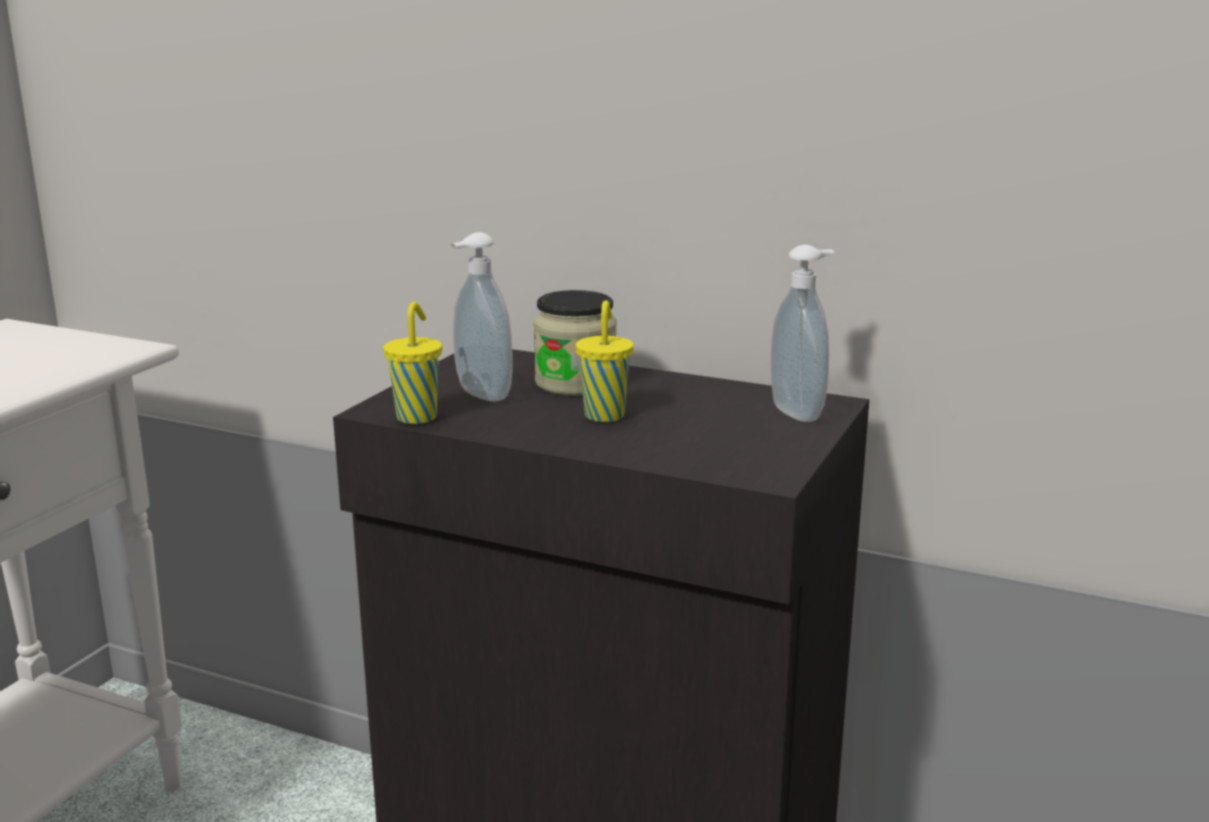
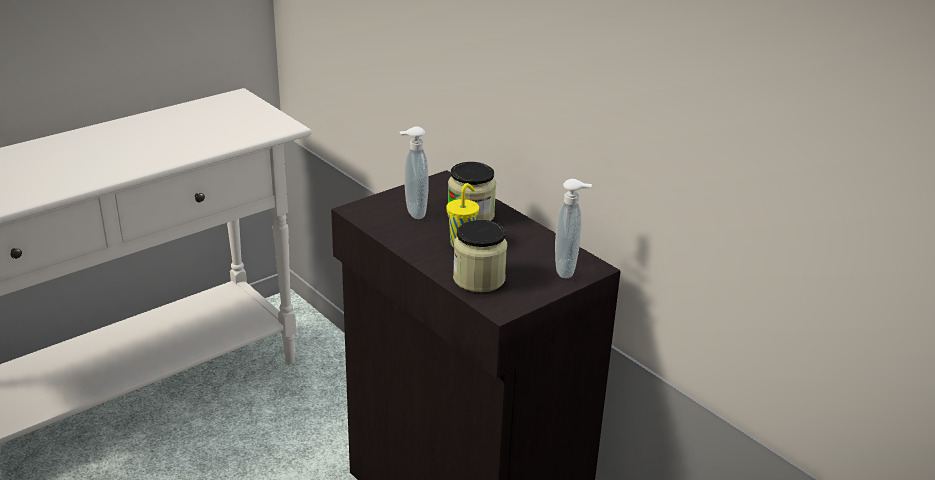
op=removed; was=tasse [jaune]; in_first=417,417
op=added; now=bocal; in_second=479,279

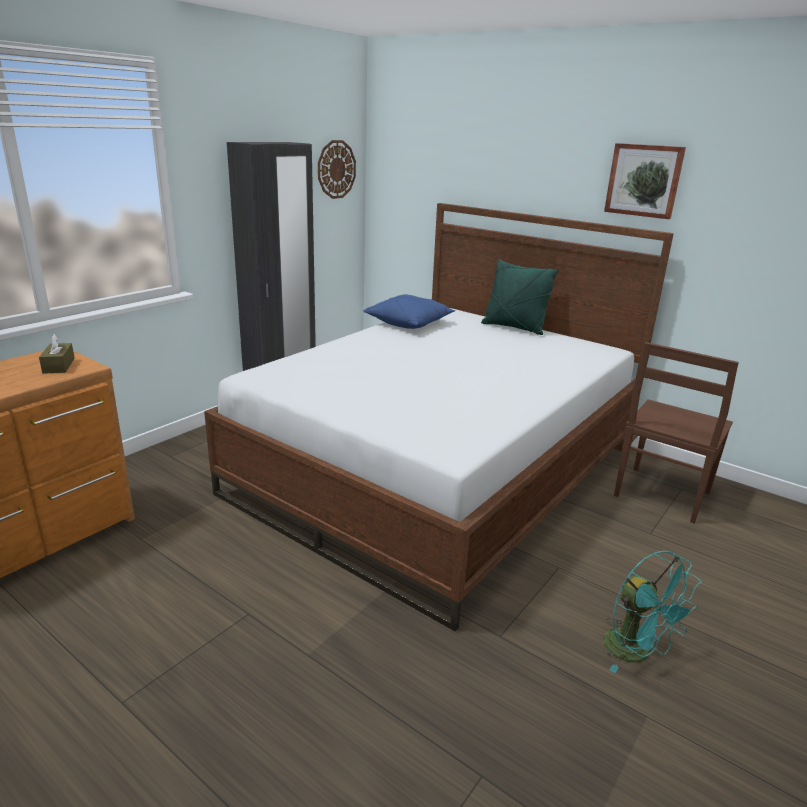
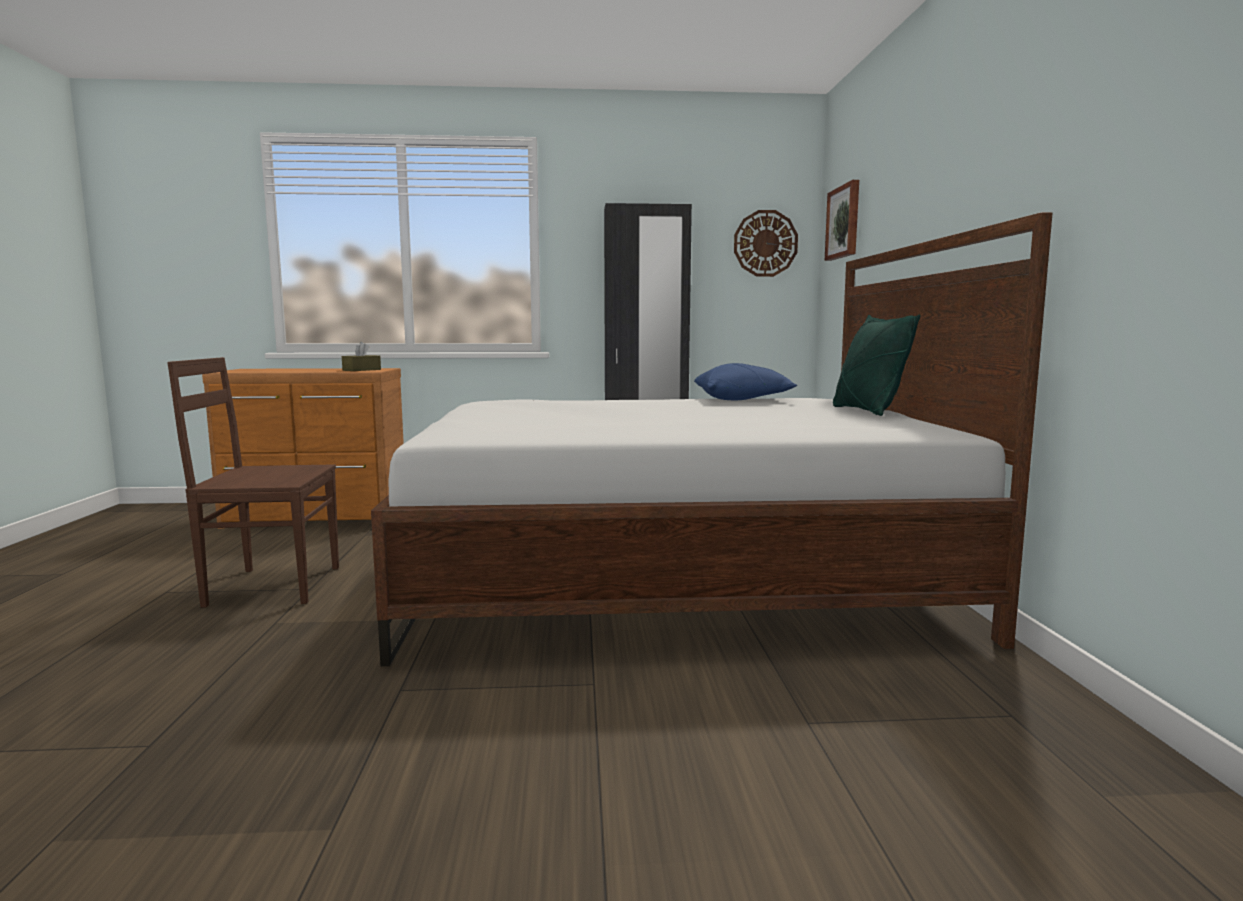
op=moved; was=tableau; in_first=644,180; in_second=844,222
op=moved; was=chaise [marron]; in_first=661,495; in_second=270,586
op=removed; was=ventilateur [turquoise]; in_first=636,652

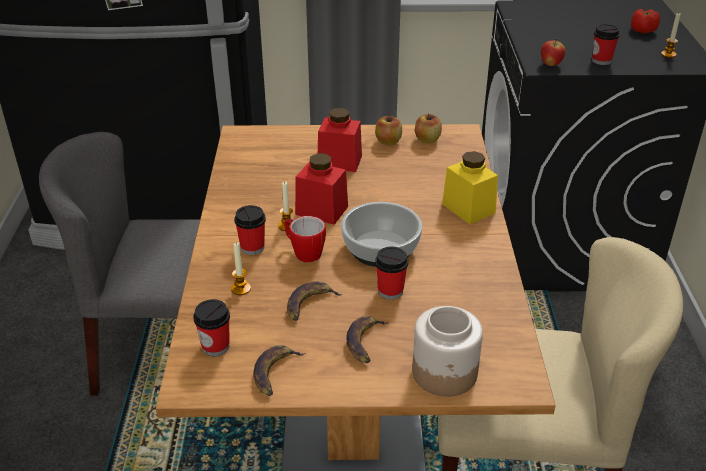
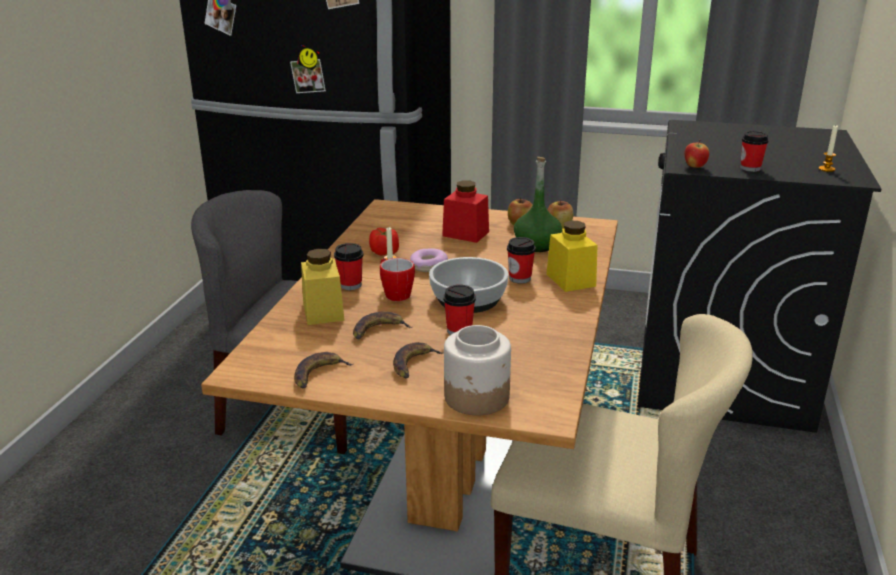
op=moved; was=tomate; in_first=643,31; in_second=385,252
op=replaced; was=bocal [rouge]; now=beignet; in_first=321,210; in_second=428,266
op=replaced; was=bougie; now=bocal [jaune]; in_first=241,289; in_second=323,312
op=moved; was=tasse; in_first=215,346; in_second=520,278
op=added; now=bouteille [vert]; in_second=537,245

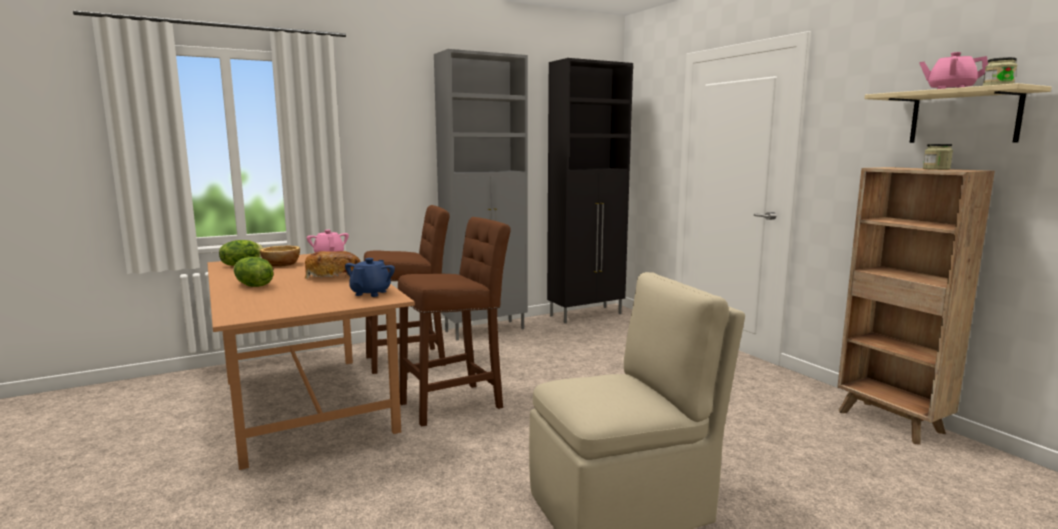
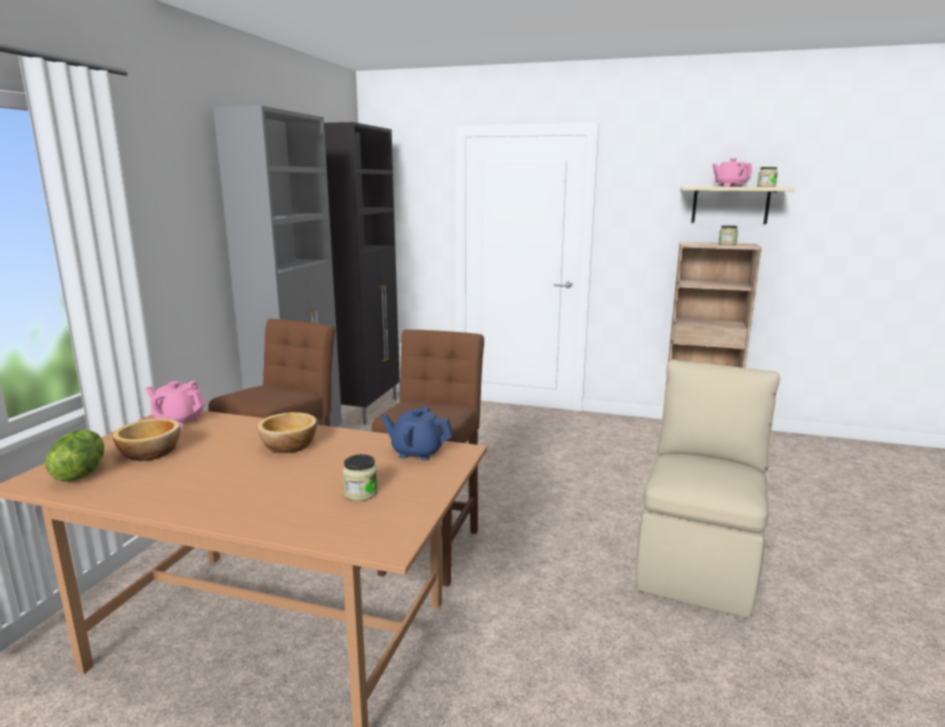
op=replaced; was=pain; now=bol; in_first=332,275; in_second=290,446
op=removed; was=laitue; in_first=253,286
op=turned; was=théière [bleu]; in_first=371,293; in_second=417,452; clockwise=-45
op=added; now=bocal; in_second=361,493

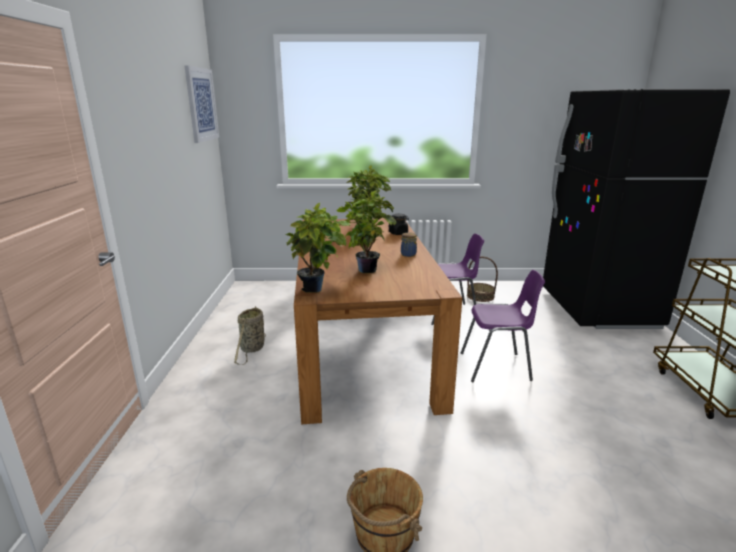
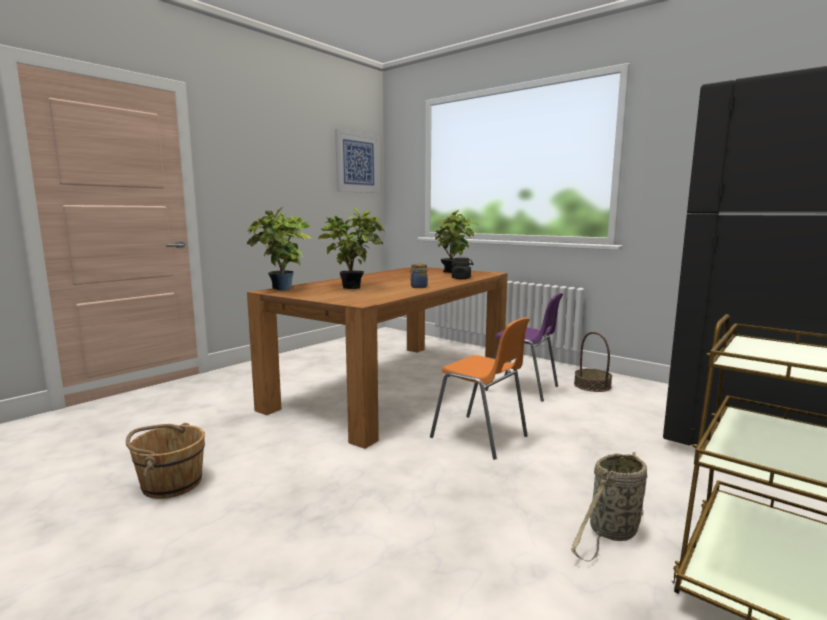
op=recoloured; was=chaise [violet]; now=chaise [orange]; in_first=497,367; in_second=481,437
op=moved; was=panier; in_first=252,349; in_second=612,533

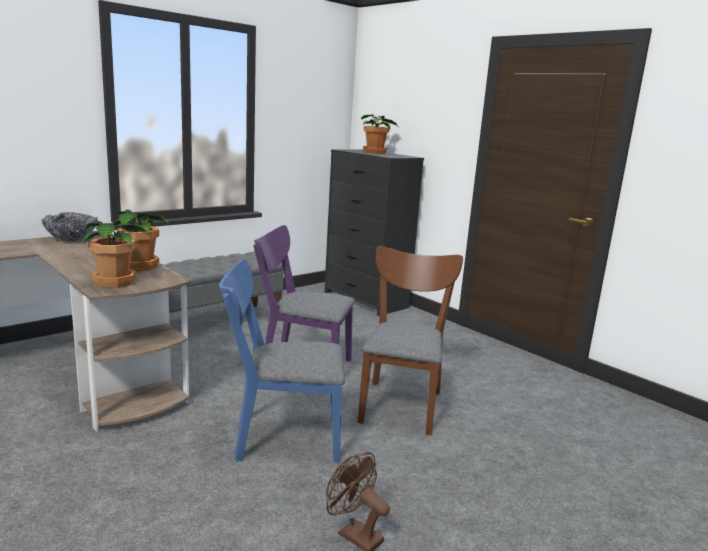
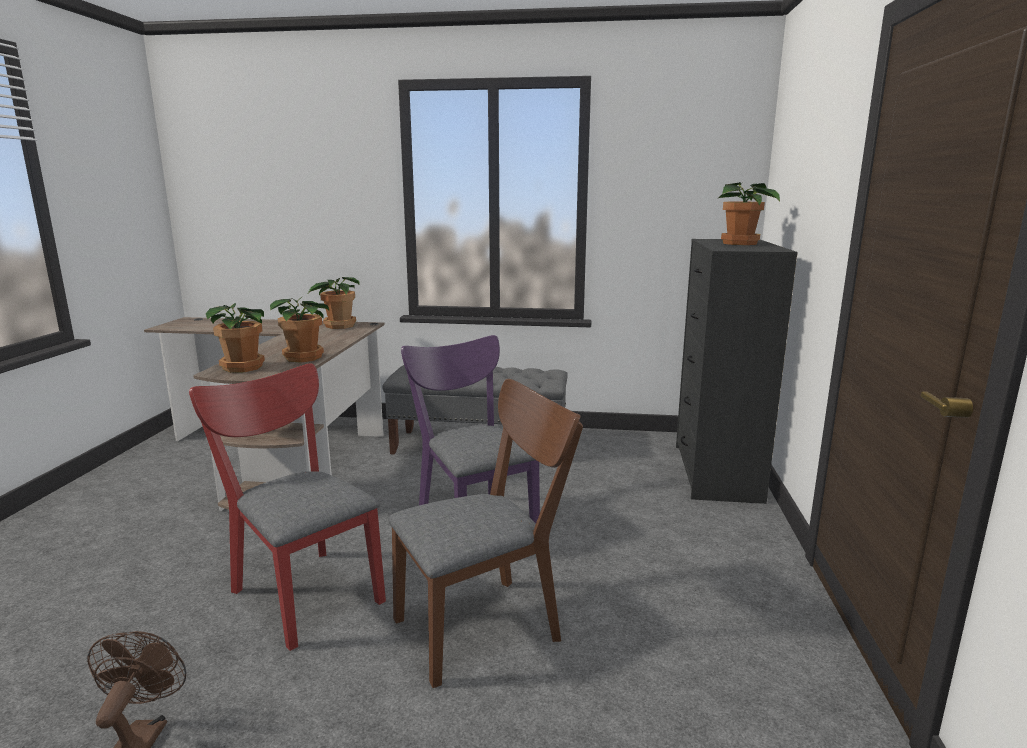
op=replaced; was=bol; now=plante en pot; in_first=71,239; in_second=339,326
op=recoloured; was=chaise [bleu]; now=chaise [rouge]; in_first=279,437; in_second=302,590

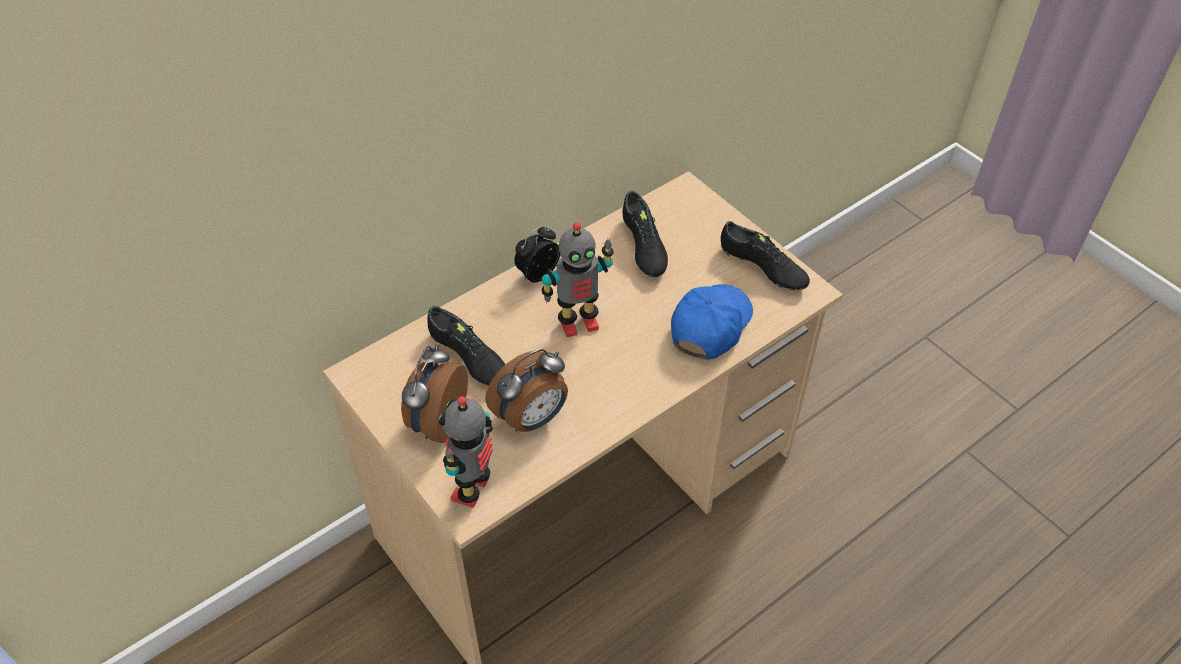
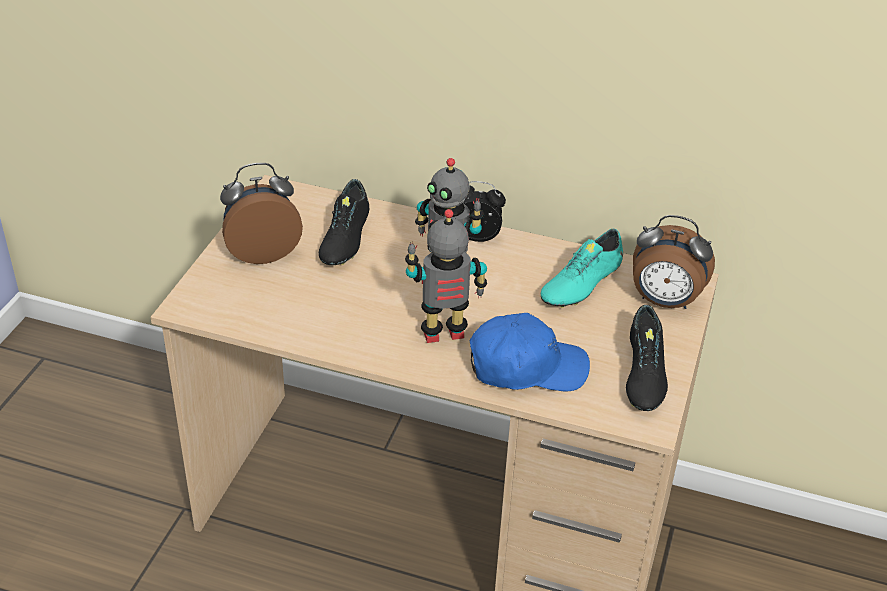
op=recoloured; was=chaussure [noir]; now=chaussure [turquoise]; in_first=643,247; in_second=581,285
op=moved; was=réveil; in_first=532,419; in_second=664,302
op=moved; was=robot jouet; in_first=474,490; in_second=443,335

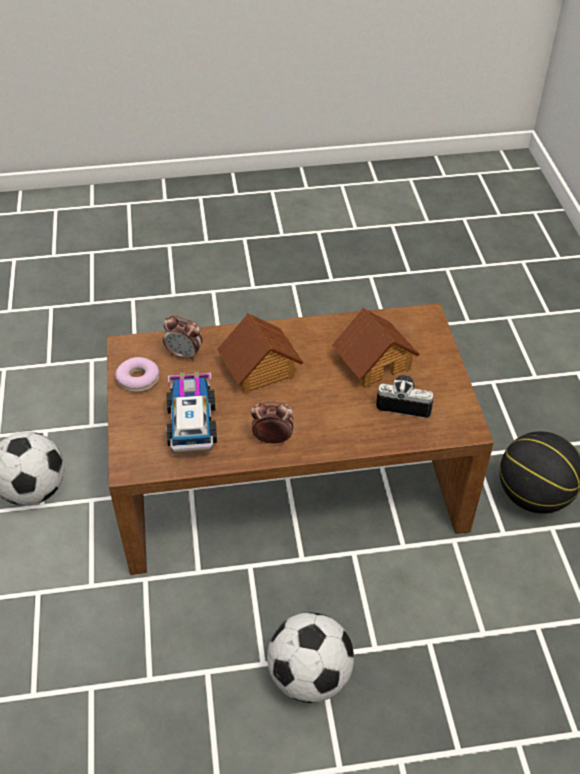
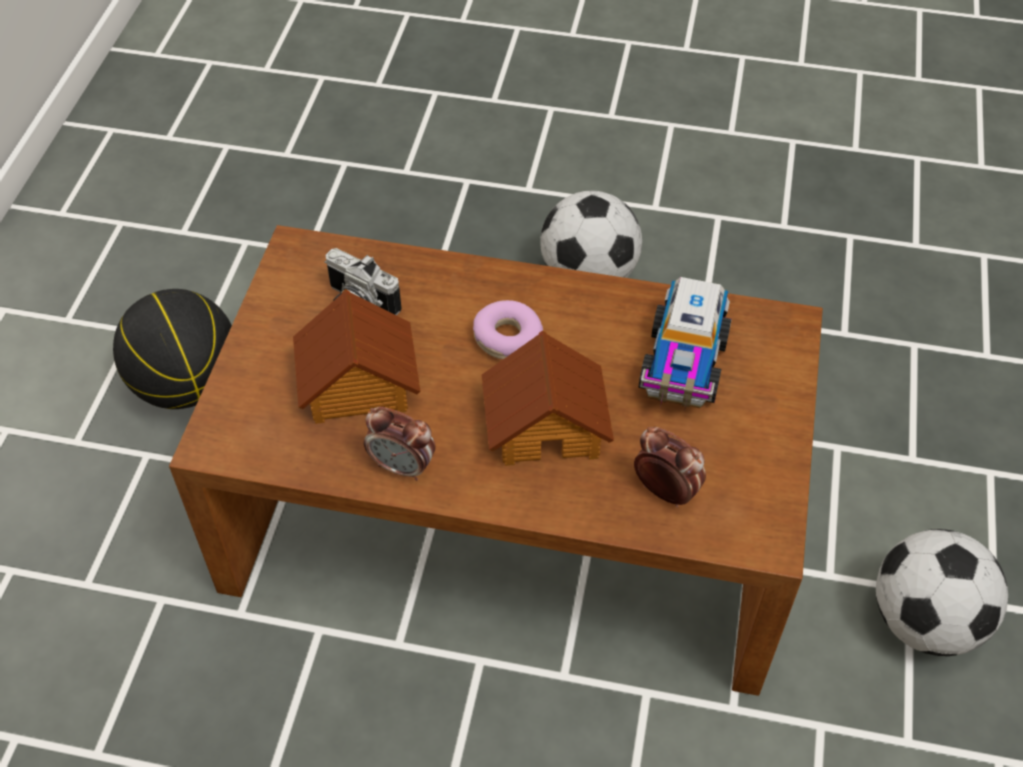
op=moved; was=beignet; in_first=138,379; in_second=507,338
op=moved; was=réveil; in_first=272,439; in_second=402,467

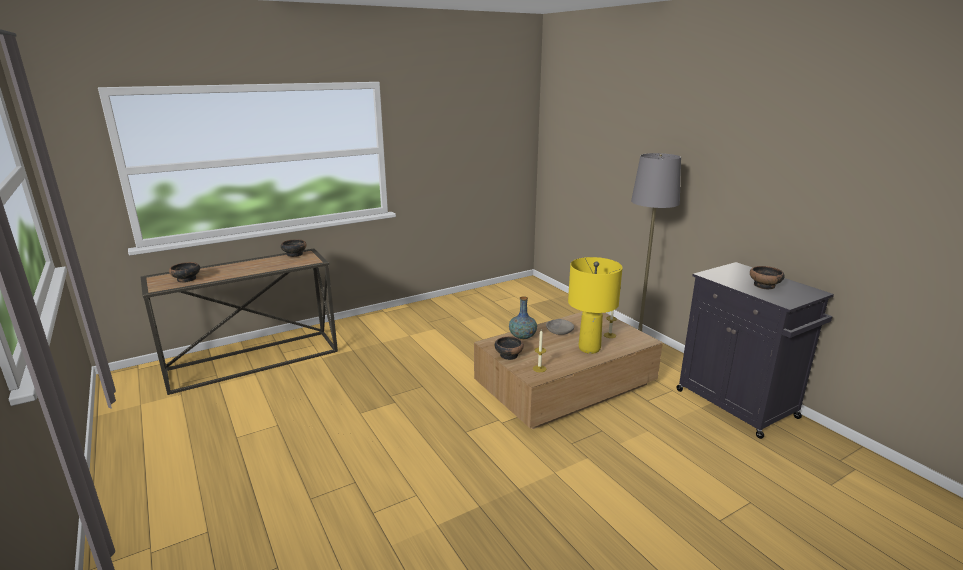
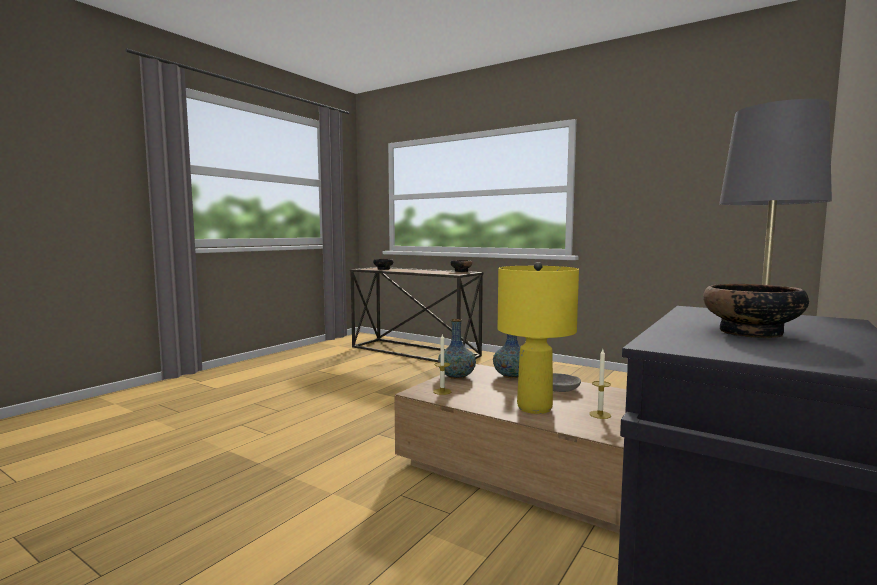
op=replaced; was=bol; now=vase; in_first=508,355; in_second=457,376

